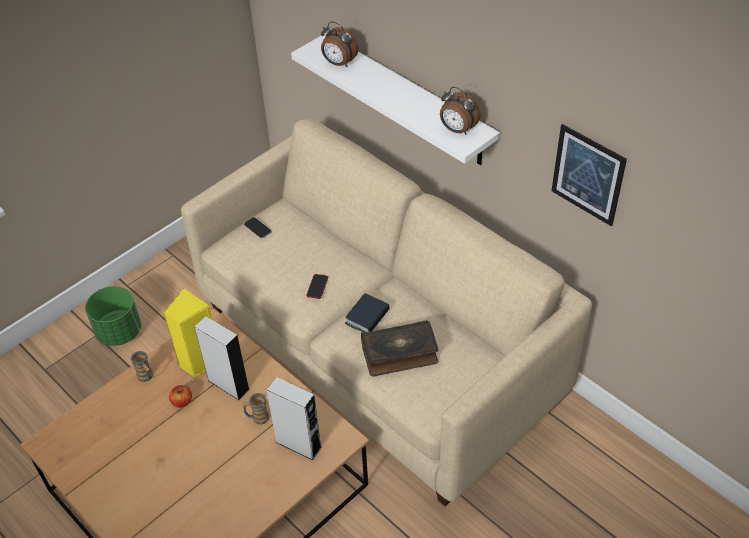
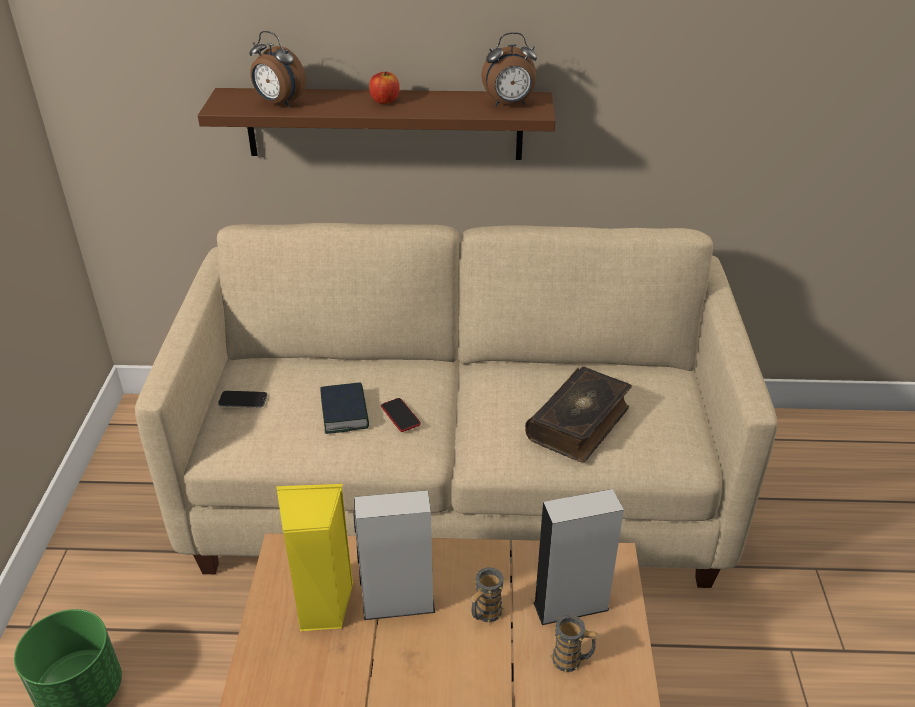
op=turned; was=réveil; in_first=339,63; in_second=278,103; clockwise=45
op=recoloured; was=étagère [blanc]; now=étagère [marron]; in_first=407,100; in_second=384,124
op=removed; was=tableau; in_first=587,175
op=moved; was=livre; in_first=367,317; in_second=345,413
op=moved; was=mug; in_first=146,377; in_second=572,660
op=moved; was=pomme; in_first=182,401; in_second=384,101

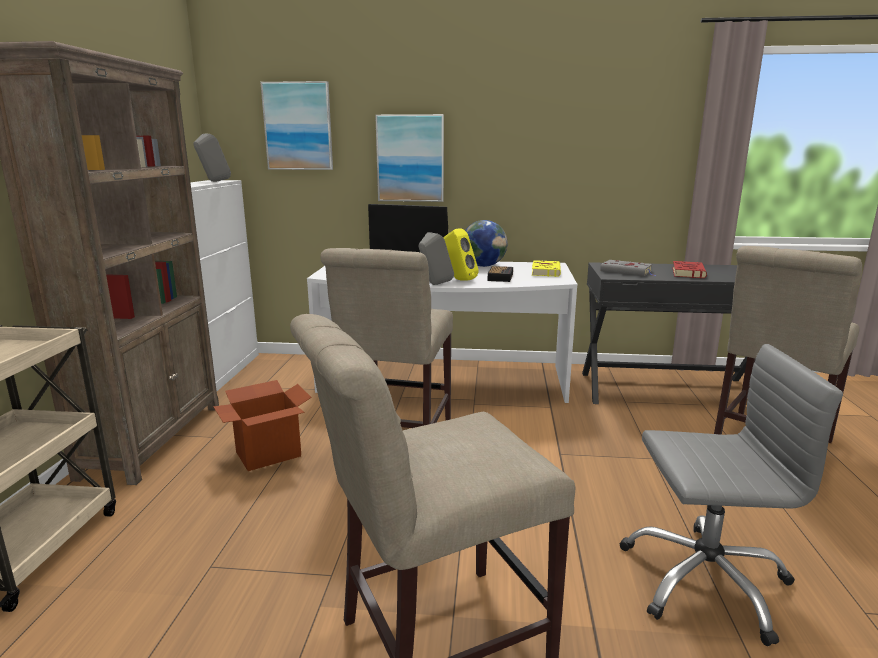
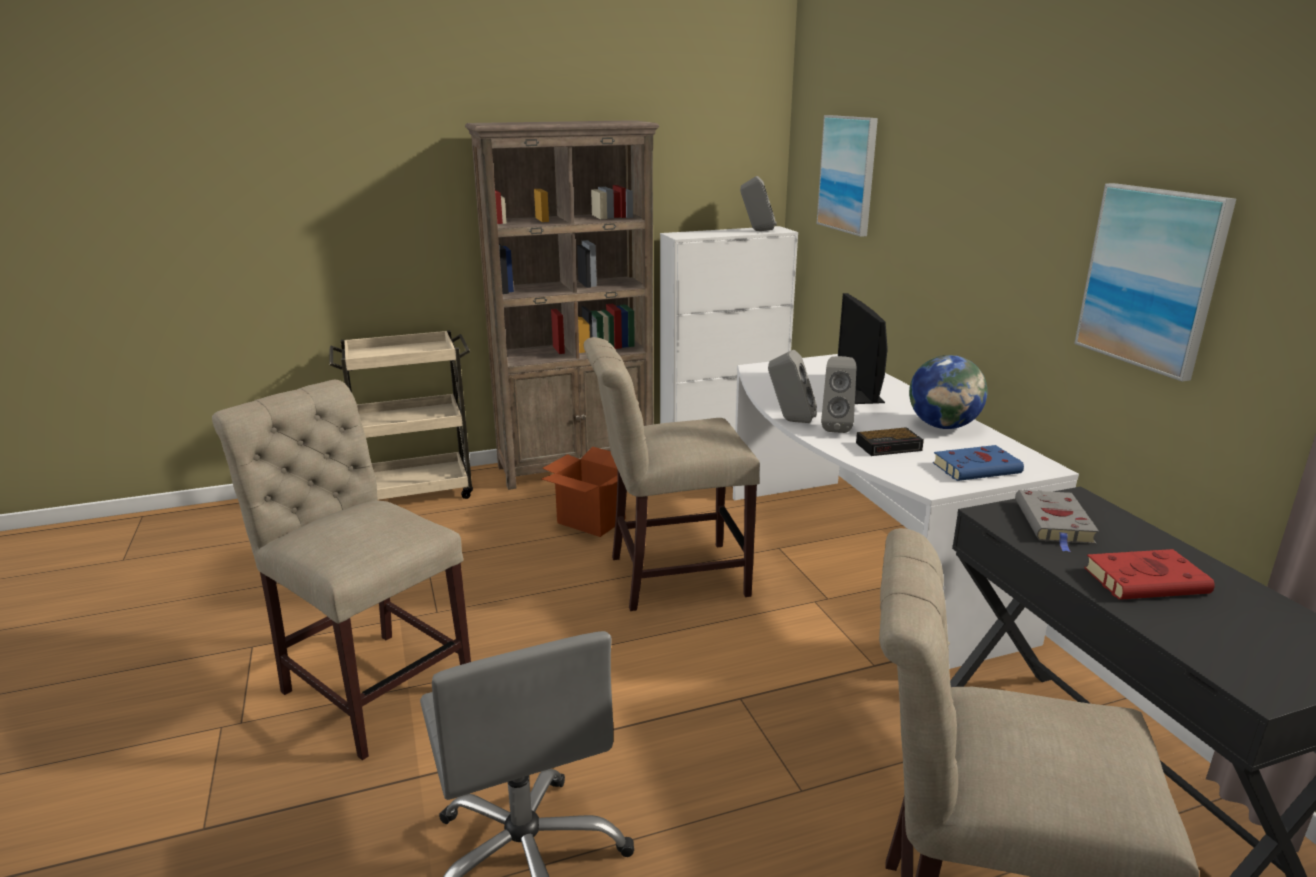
op=moved; was=tableau; in_first=410,158; in_second=1151,278
op=recoloured; was=enceinte [jaune]; now=enceinte [gris]; in_first=459,279; in_second=836,427
op=recoloured; was=livre [jaune]; now=livre [bleu]; in_first=545,271; in_second=978,468

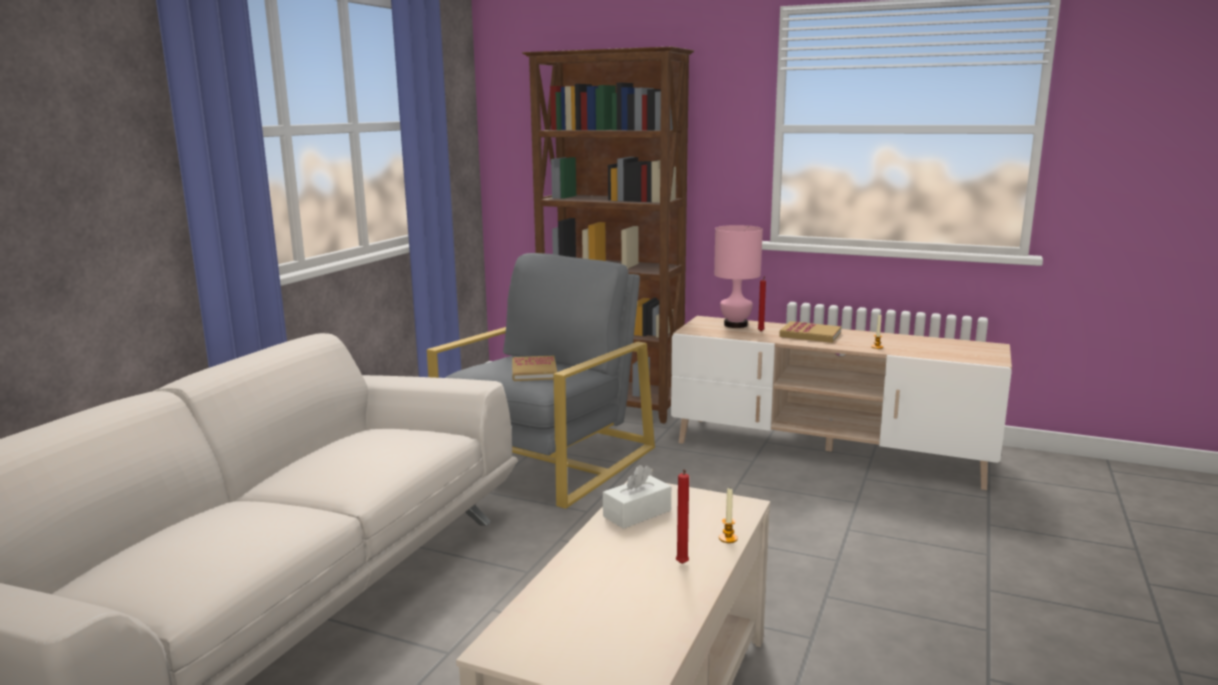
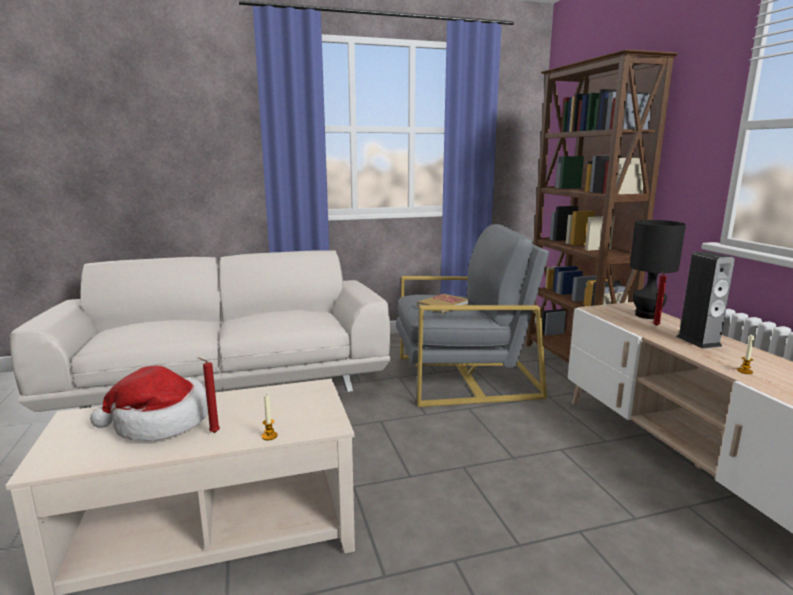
op=recoloured; was=lampe de table [rose]; now=lampe de table [noir]; in_first=735,325; in_second=646,315
op=replaced; was=livre; now=enceinte; in_first=810,335; in_second=698,341
op=removed; was=boîte à mouchoirs [blanc]; in_first=637,513
op=added; now=chapeau; in_second=159,422

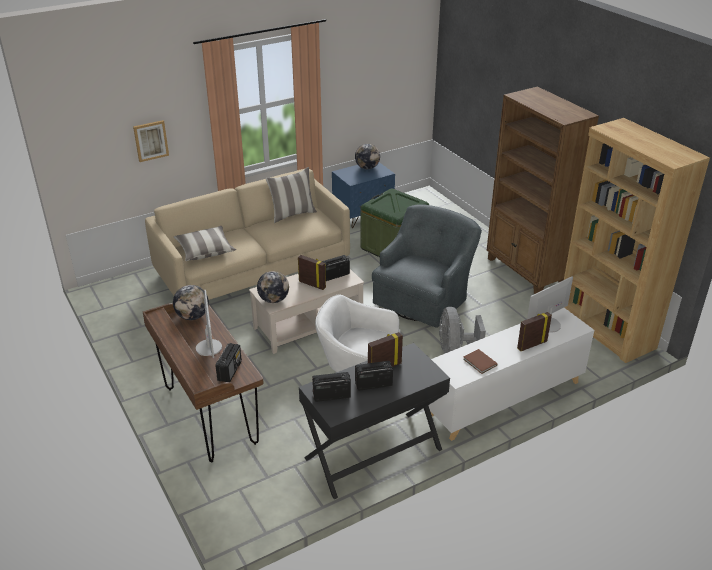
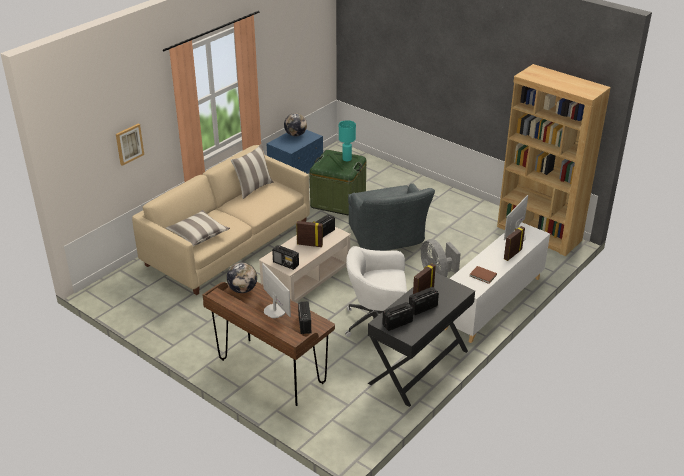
op=removed; was=bibliothèque [marron]; in_first=526,272
op=turned; was=fauteuil [gris]; in_first=424,297; in_second=388,238; clockwise=150
op=replaced; was=globe; now=radio; in_first=273,300; in_second=286,264
op=added; now=lampe de table [turquoise]; in_second=347,159

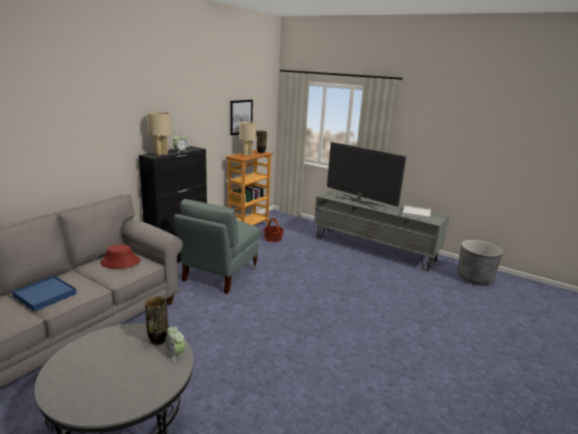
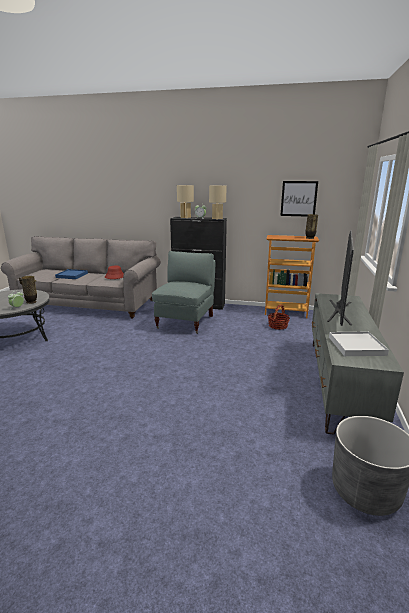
op=moved; was=lampe de table [beige]; in_first=247,155; in_second=217,218
op=turned; was=fauteuil [gris]; in_first=220,274; in_second=185,322; clockwise=105

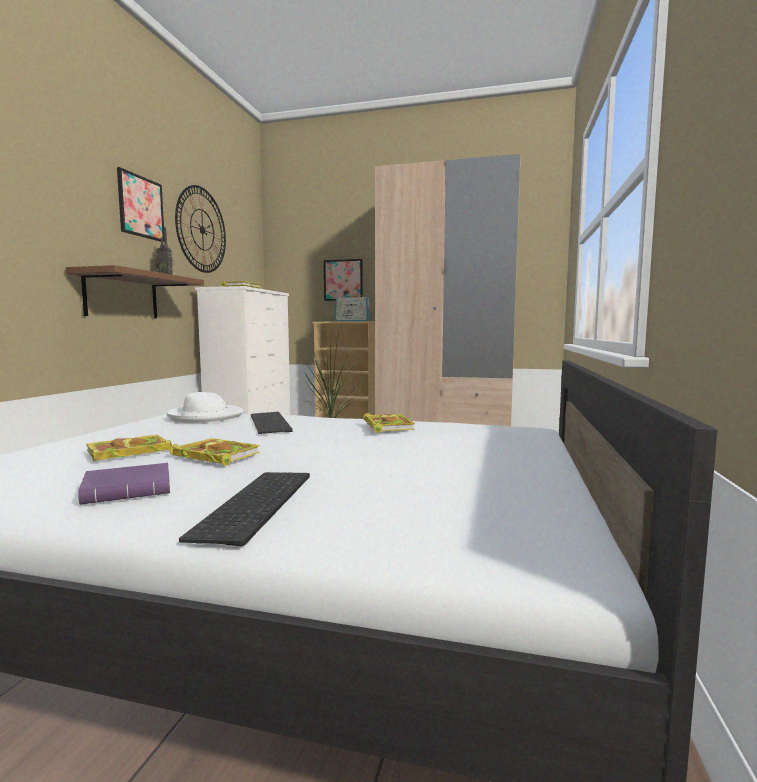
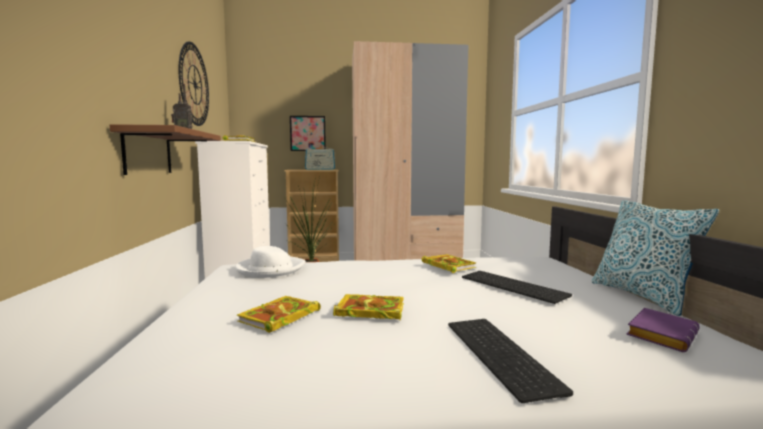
op=removed; was=tableau; in_first=141,207
op=moved; was=clavier; in_first=272,423; in_second=514,286
op=moved; was=livre [violet]; in_first=130,490; in_second=660,334
op=added; now=coussin; in_second=642,296

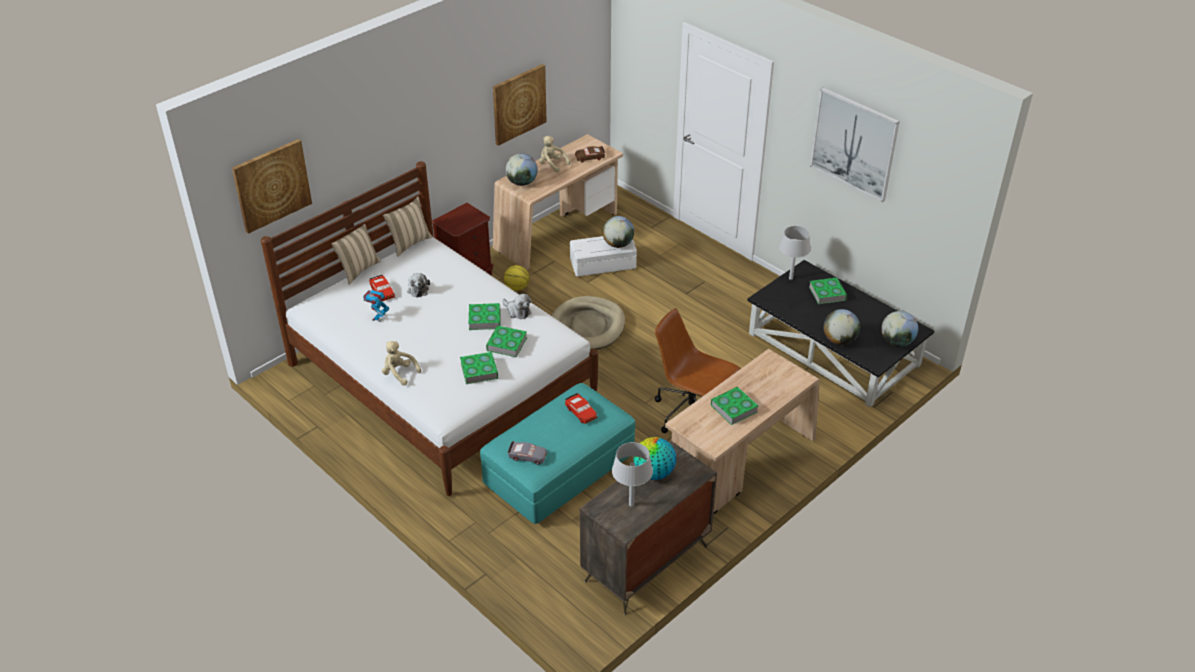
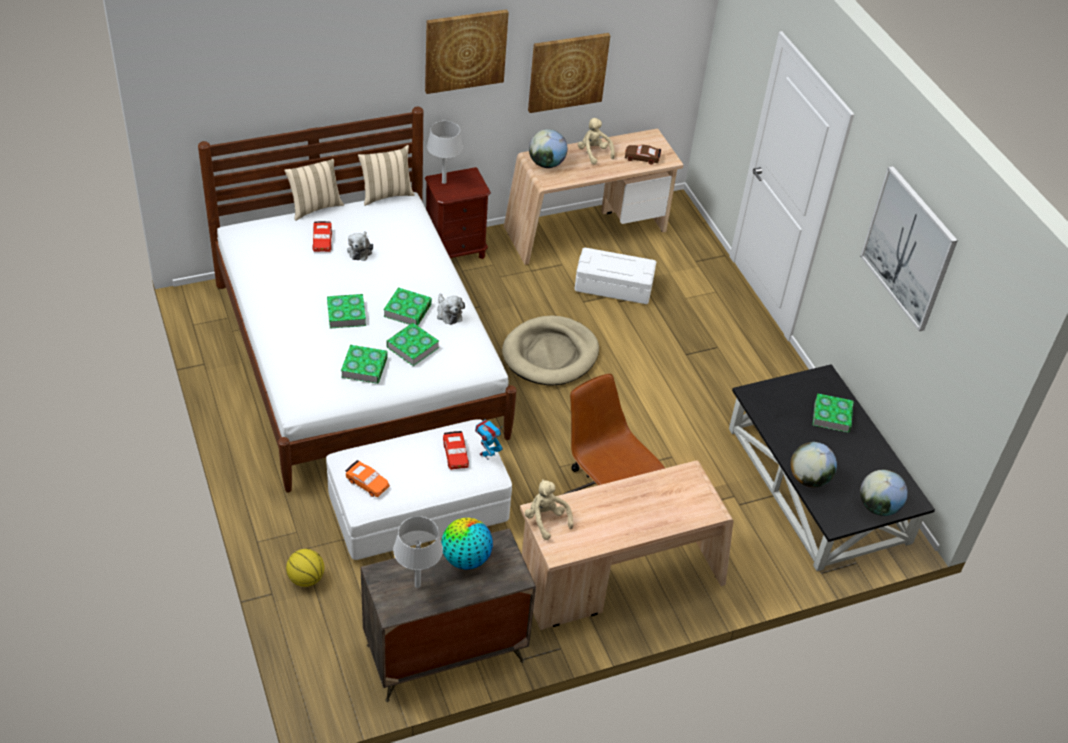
op=moved; was=tableau; in_first=272,185; in_second=465,50
op=removed; was=globe; in_first=618,244
op=moved; was=lampe de table [gris]; in_first=791,278; in_second=444,182
op=moved; was=ballon de basket; in_first=516,288; in_second=306,578
op=moved; was=robot jouet; in_first=378,318; in_second=487,454
op=moved; was=peluche [beige]; in_first=399,373; in_second=546,520
op=recoloured; was=pouf [turquoise]; now=pouf [blanc]; in_first=559,471; in_second=418,509
op=moved; was=livre; in_first=734,408; in_second=346,314
op=recoloured; was=petite voiture [gris]; now=petite voiture [orange]; in_first=527,456; in_second=367,483

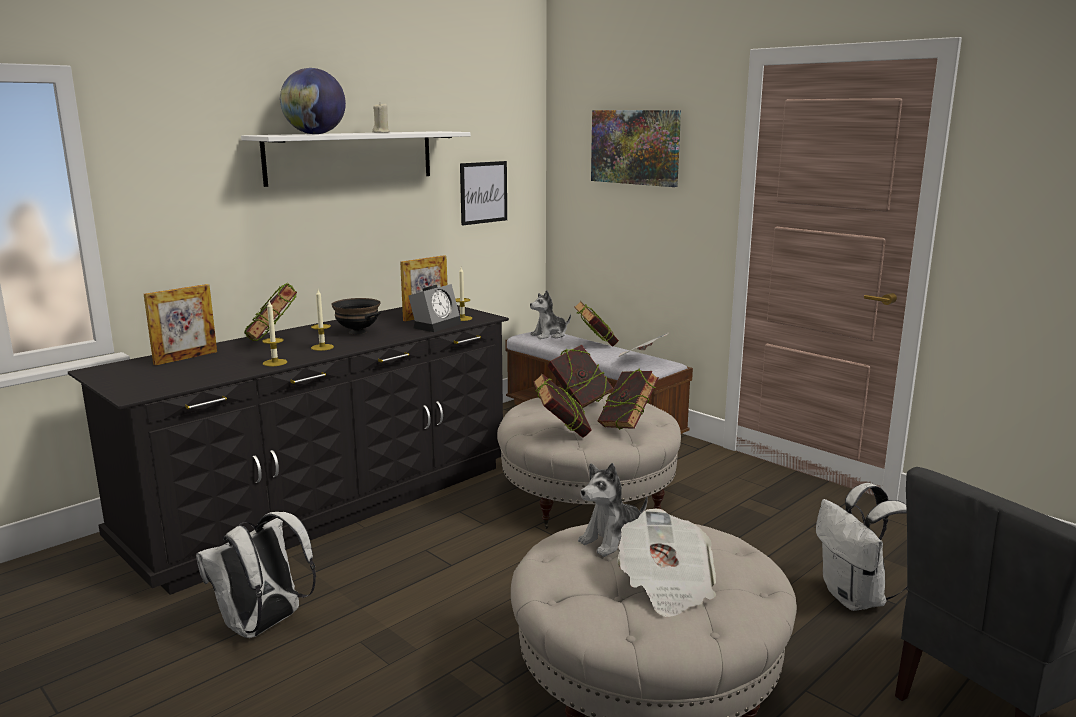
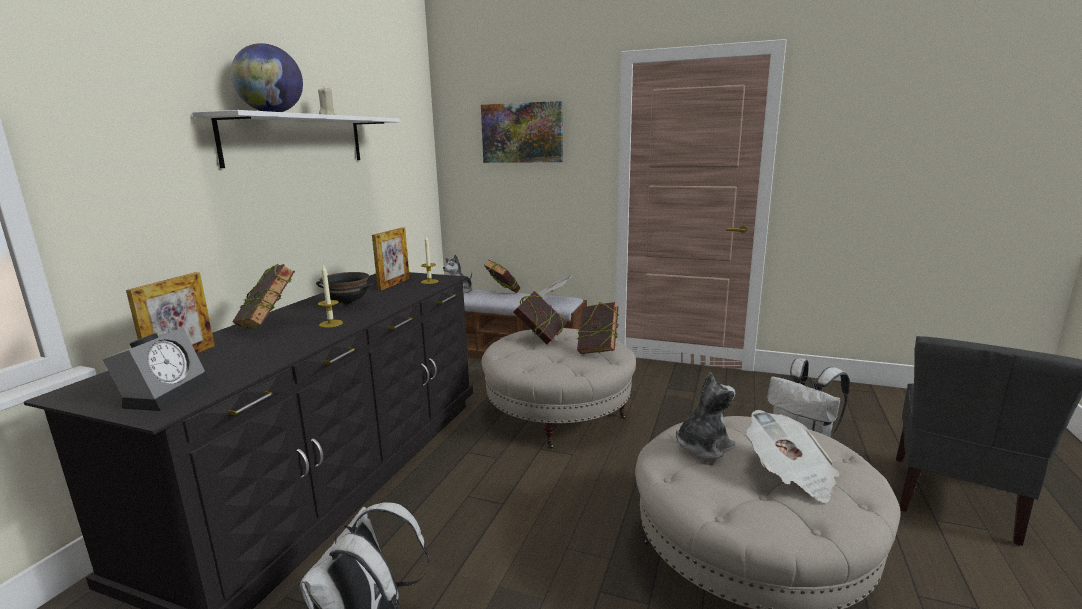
op=removed; was=tableau; in_first=483,192
op=moved; was=réveil; in_first=436,325; in_second=166,393
op=removed; was=bougie; in_first=275,362
op=removed; was=livre; in_first=561,434
op=turned; was=peluche; in_first=613,540; in_second=702,446; clockwise=-150

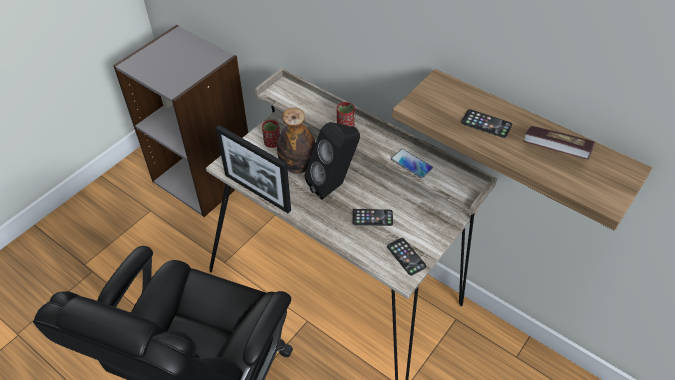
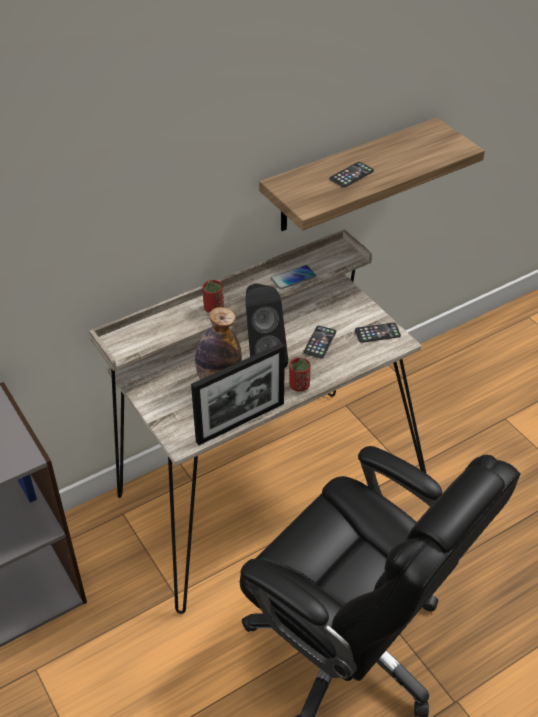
op=moved; was=tasse [rouge]; in_first=272,143; in_second=299,385
op=removed; was=livre; in_first=555,152

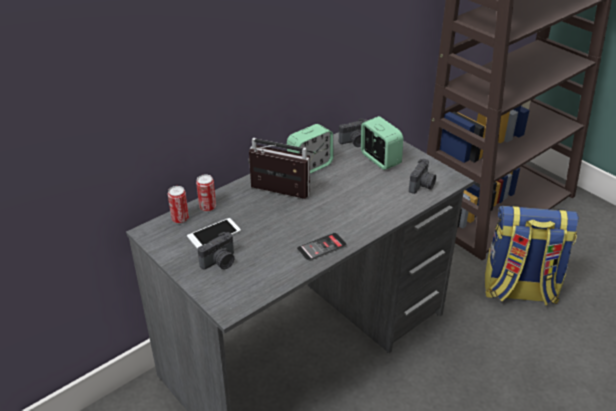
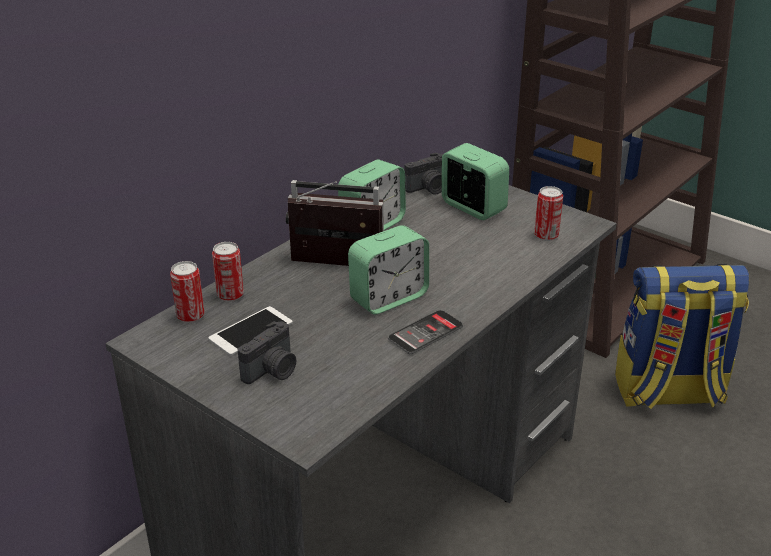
op=replaced; was=appareil photo; now=boîte métallique; in_first=422,185; in_second=546,235
op=added; now=réveil; in_second=389,298

